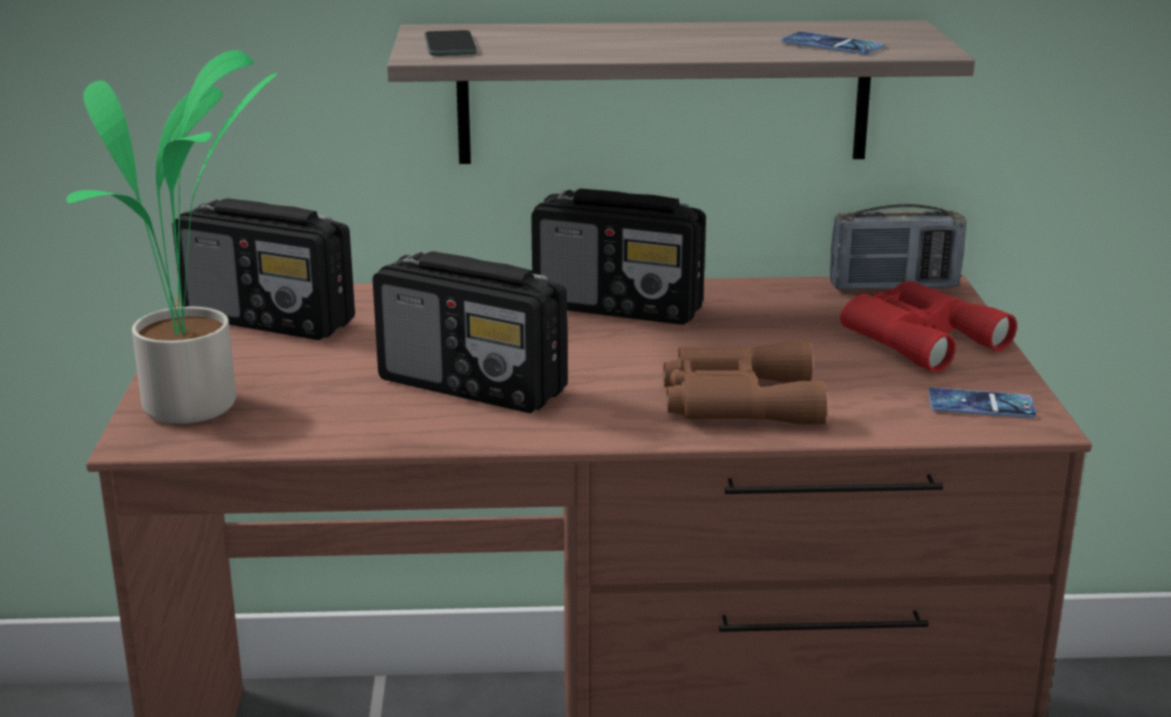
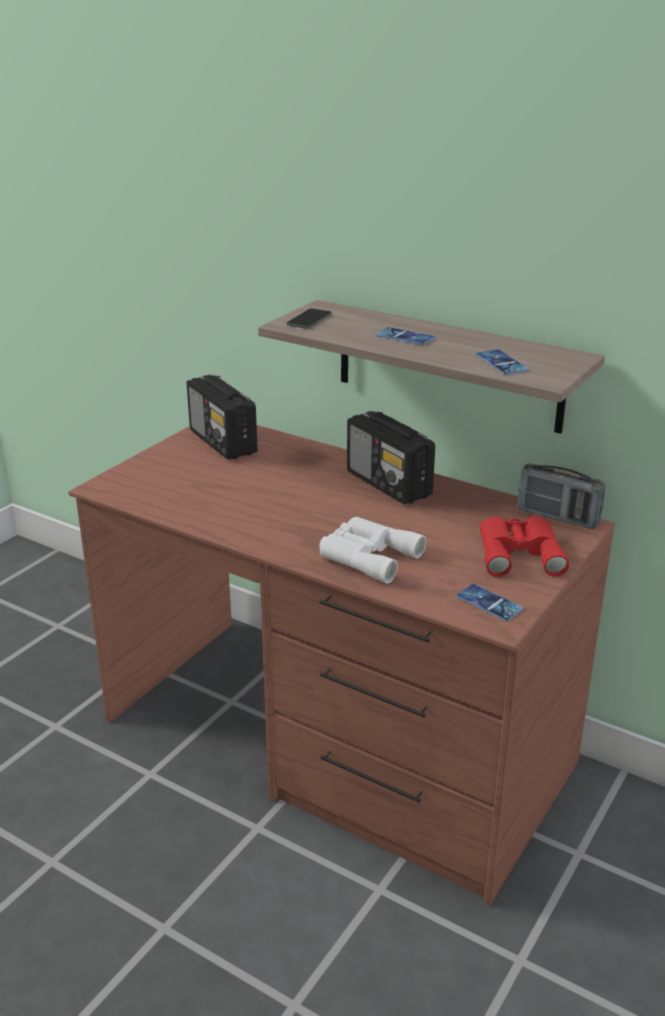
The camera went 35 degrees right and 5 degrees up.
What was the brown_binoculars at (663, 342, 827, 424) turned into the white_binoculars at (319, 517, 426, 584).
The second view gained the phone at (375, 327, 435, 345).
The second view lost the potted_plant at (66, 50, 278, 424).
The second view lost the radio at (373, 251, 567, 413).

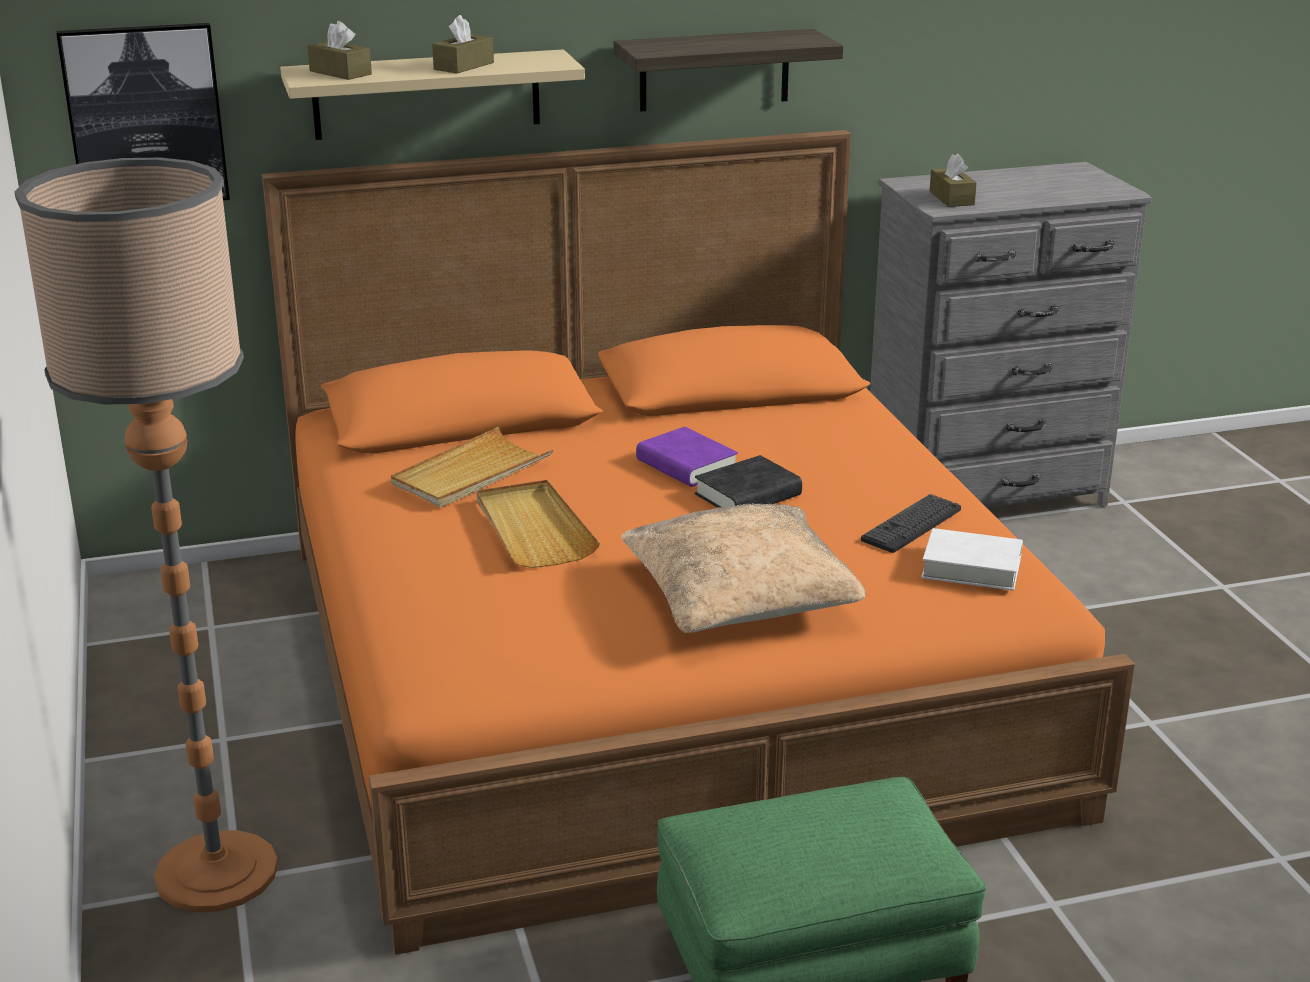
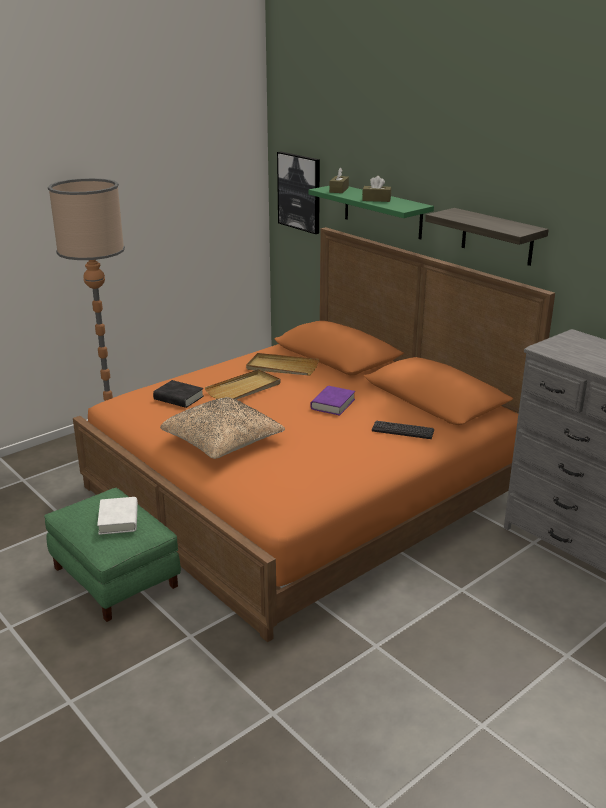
The camera went 65 degrees right and 0 degrees up.
The white_book ended up elsewhere, having gone from (921, 528, 1023, 591) to (97, 497, 138, 535).
The black_book ended up elsewhere, having gone from (695, 455, 802, 508) to (153, 380, 204, 408).
What was the beige_shelf at (280, 49, 585, 140) turned into the green_shelf at (308, 186, 434, 239).
The keyboard ended up elsewhere, having gone from (861, 494, 961, 553) to (372, 421, 434, 439).
The second view lost the brown_tissue_box at (930, 153, 977, 207).

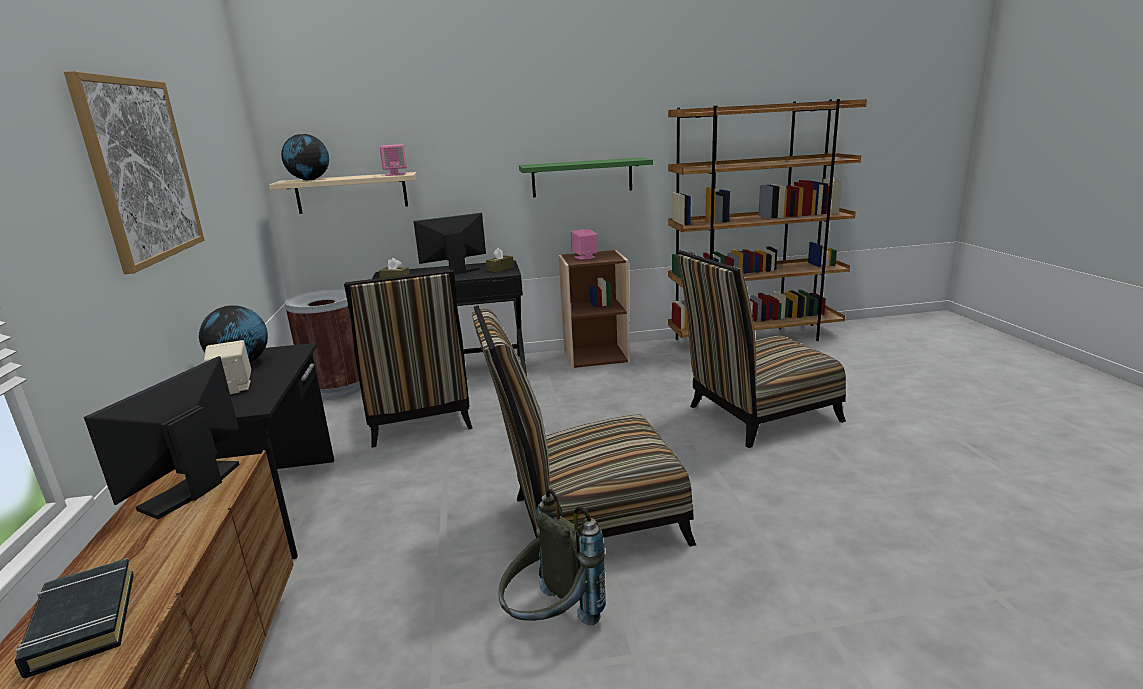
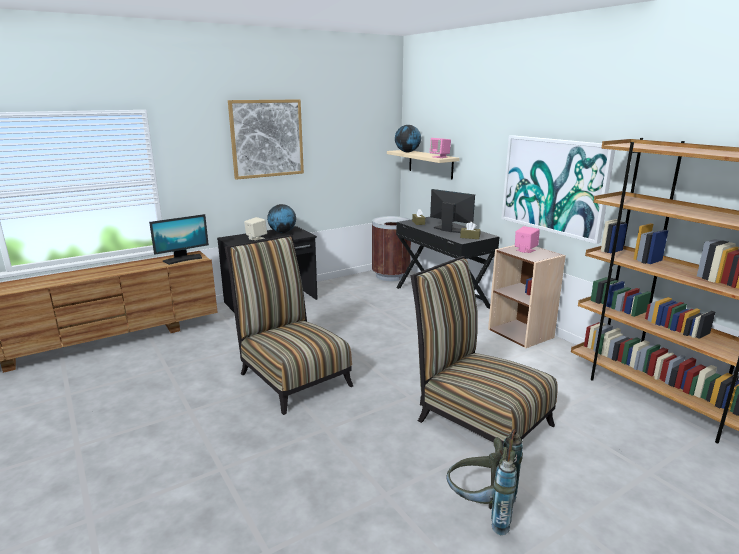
The camera went 65 degrees right and 0 degrees up.
The monitor at (84, 356, 240, 519) ended up facing another way, 150 degrees clockwise from before.
The grey_backpack ended up elsewhere, having gone from (499, 489, 606, 625) to (446, 429, 523, 535).
Where the green_shelf hung at (519, 157, 653, 197), the picture came to hang at (501, 135, 615, 244).
The second view lost the black_book at (15, 558, 134, 678).
The second view lost the chair at (344, 270, 473, 448).

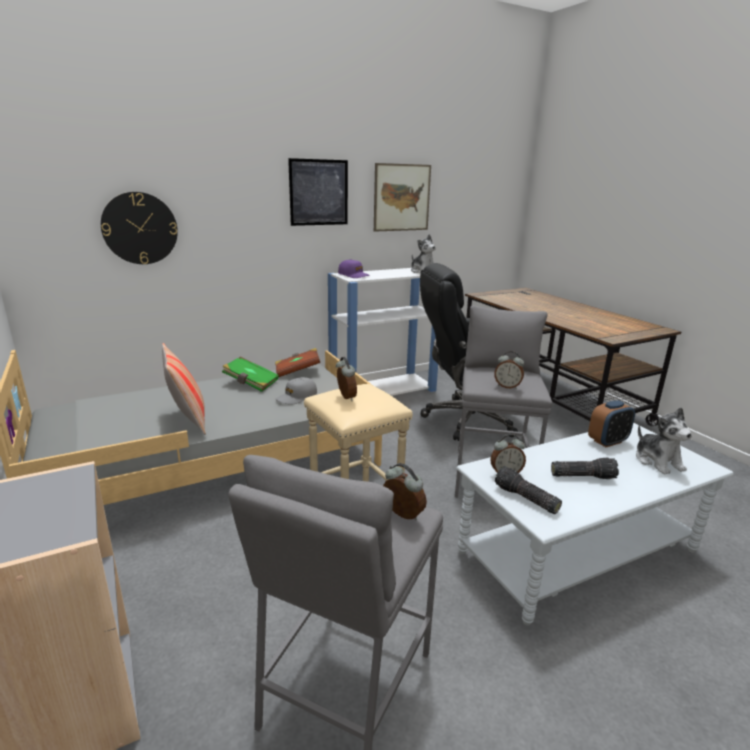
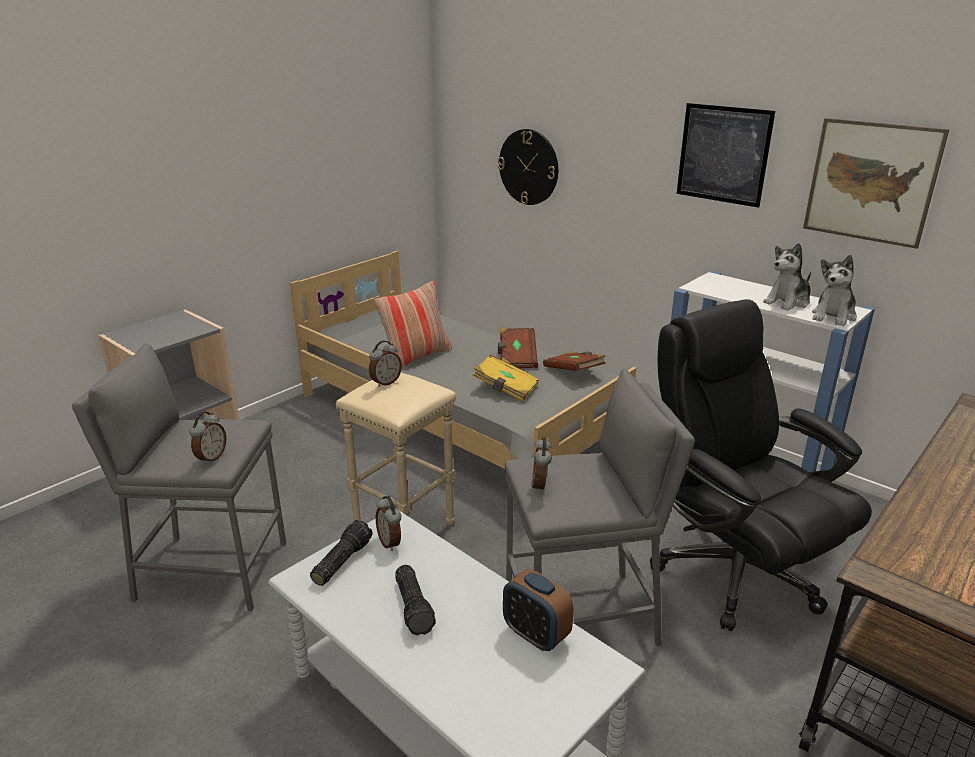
The camera went 70 degrees right and 5 degrees up.
Where the grey_cap stood at (276, 377, 317, 405), the yellow_book came to stand at (473, 355, 539, 402).
What was the green_book at (222, 357, 279, 392) turned into the brown_book at (498, 328, 538, 368).
The plush_toy ended up elsewhere, having gone from (636, 408, 692, 475) to (763, 243, 811, 311).
The second view lost the purple_cap at (338, 259, 370, 278).

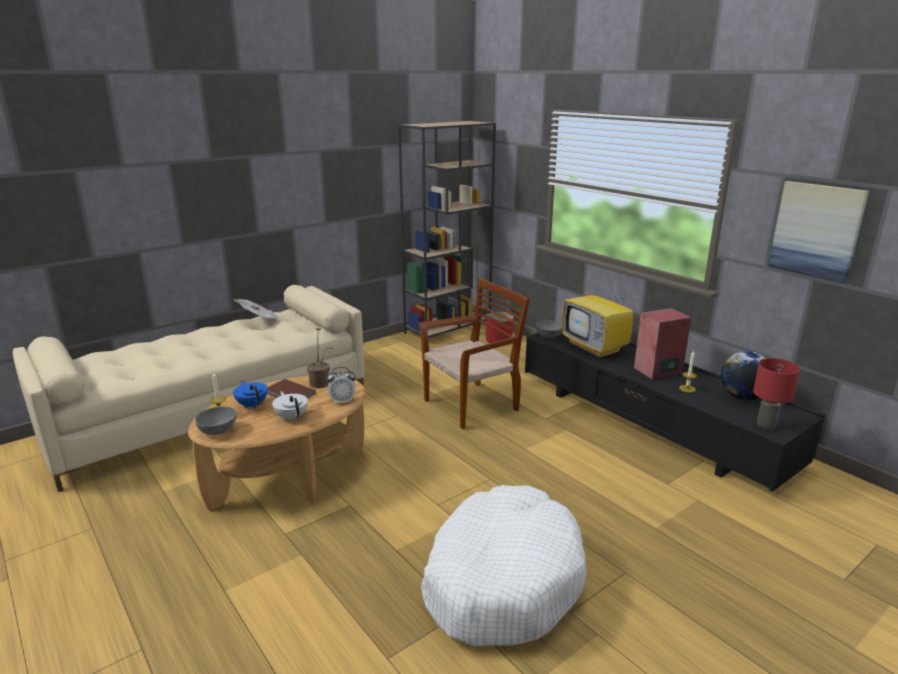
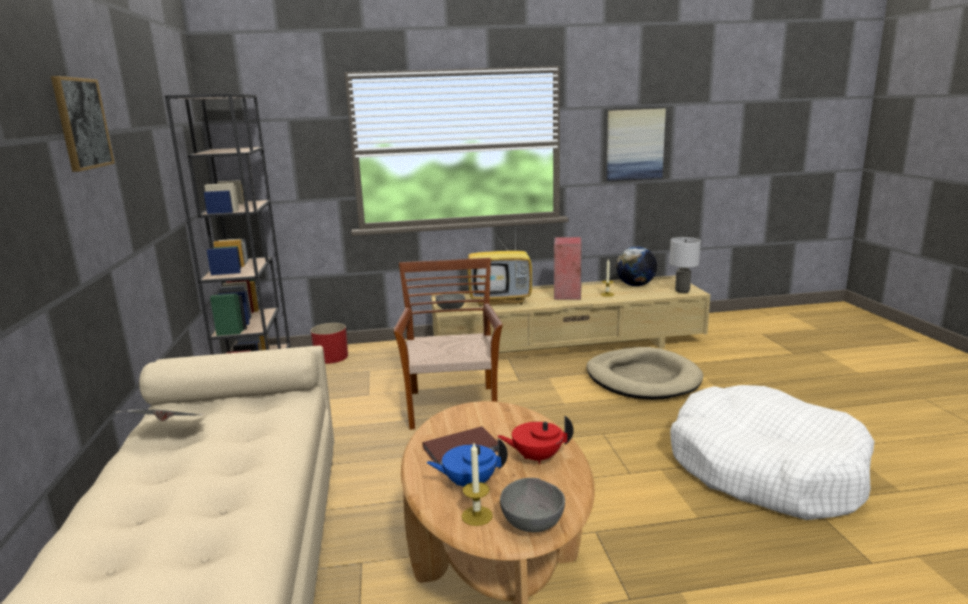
The camera went 60 degrees left and 5 degrees down.
The second view gained the picture at (51, 76, 115, 172).
What was the black_tv_stand at (525, 333, 825, 492) turned into the beige_tv_stand at (431, 275, 710, 353).
What was the white_teapot at (272, 391, 308, 421) turned into the red_teapot at (497, 415, 574, 464).
The second view gained the beige_dog_bed at (587, 347, 703, 400).
What was the red_table_lamp at (753, 358, 800, 430) turned into the white_table_lamp at (669, 237, 701, 293).
The second view lost the potted_plant at (307, 328, 332, 388).
The second view lost the alarm_clock at (326, 367, 356, 404).

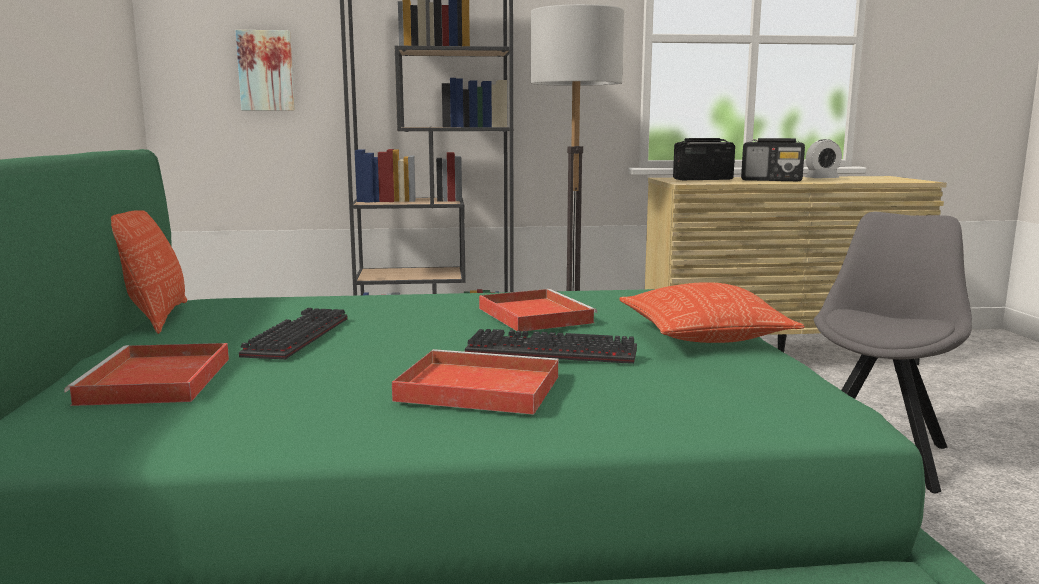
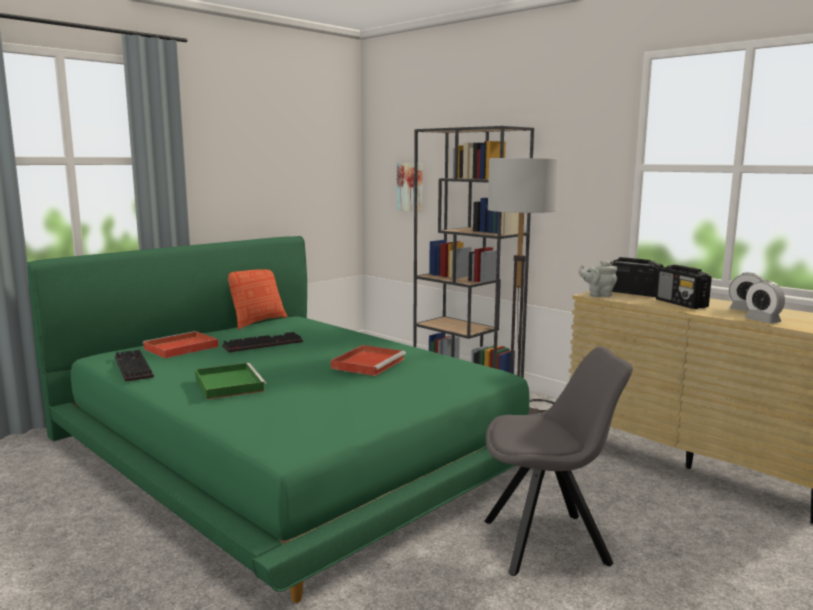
The camera went 50 degrees right and 0 degrees up.
The keyboard ended up elsewhere, having gone from (465, 329, 637, 364) to (115, 350, 154, 382).
What was the red_tray at (392, 349, 559, 415) turned into the green_tray at (195, 363, 266, 399).
The second view gained the grey_teapot at (579, 260, 617, 297).
The second view gained the alarm_clock at (745, 280, 785, 323).
The second view lost the orange_pillow at (619, 282, 805, 343).

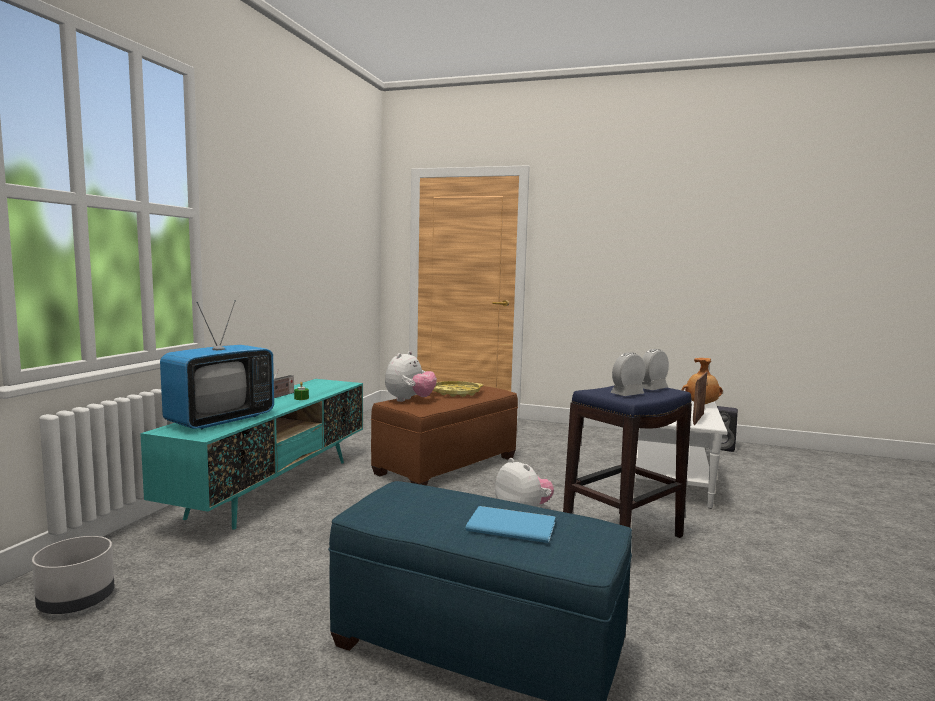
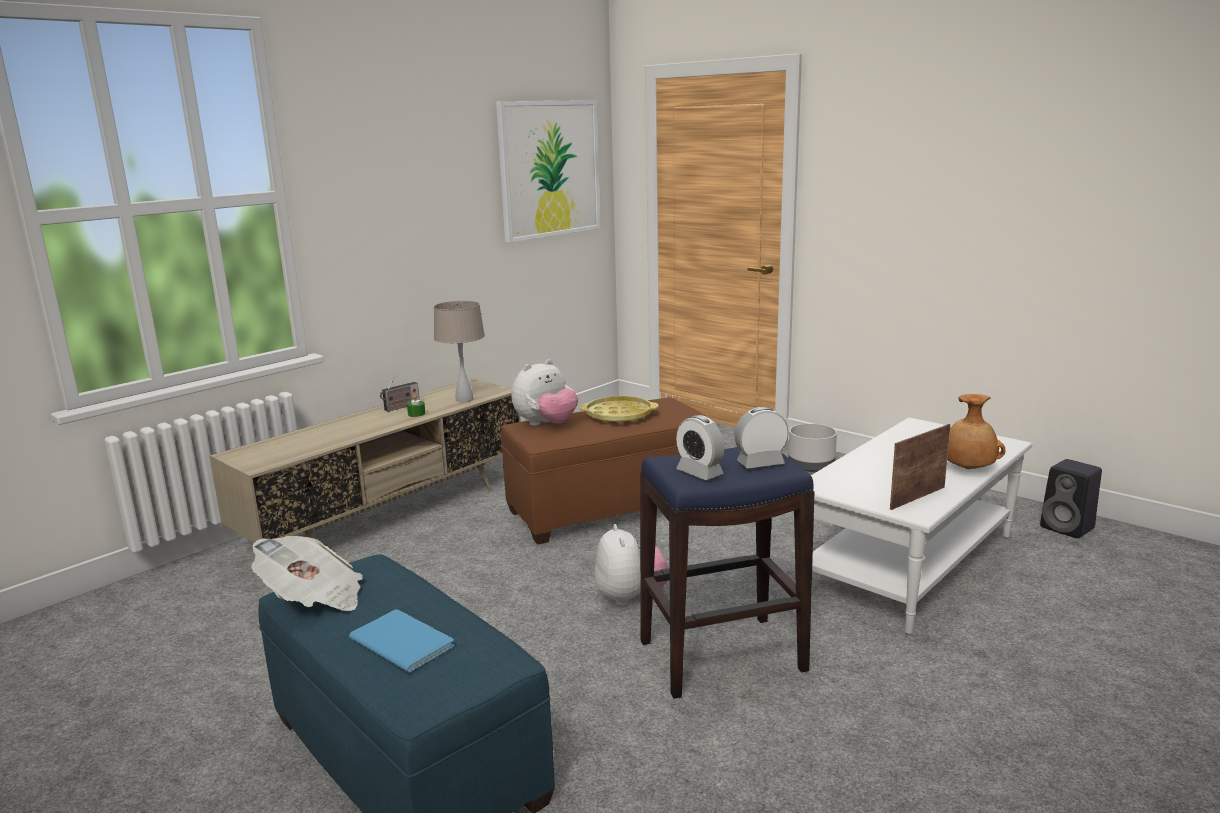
The camera went 25 degrees right and 10 degrees up.
What was the turquoise_tv_stand at (140, 379, 363, 530) turned into the beige_tv_stand at (209, 379, 521, 543).
The second view gained the newspaper at (251, 536, 363, 611).
The second view gained the beige_table_lamp at (434, 301, 485, 402).
The second view gained the picture at (496, 100, 600, 243).
The alarm_clock at (611, 352, 645, 396) ended up facing another way, 120 degrees counterclockwise from before.
The grey_planter ended up elsewhere, having gone from (32, 536, 114, 614) to (788, 424, 837, 472).
The second view lost the television at (160, 300, 274, 429).

